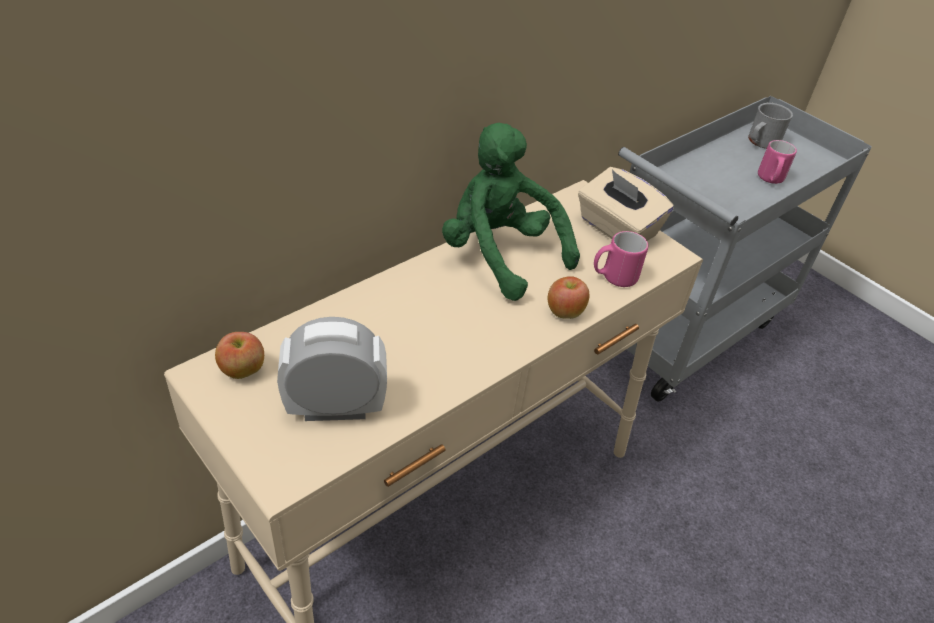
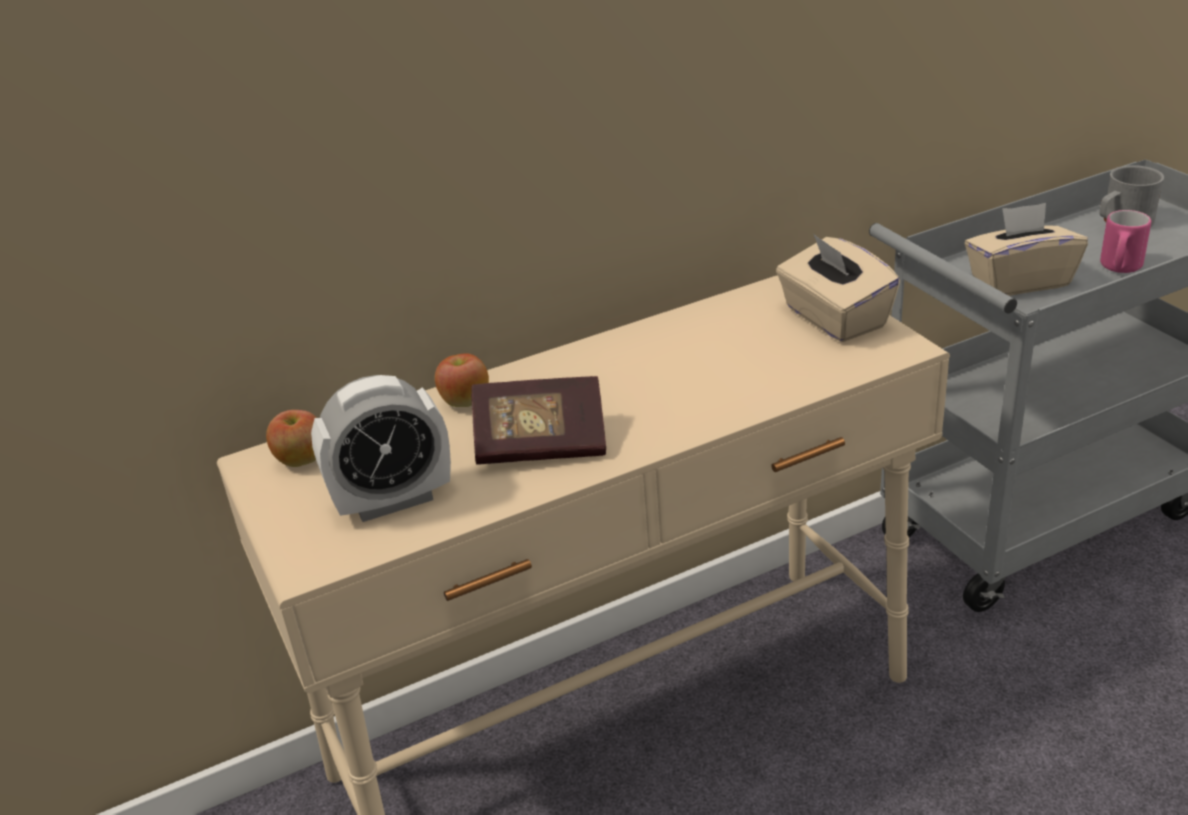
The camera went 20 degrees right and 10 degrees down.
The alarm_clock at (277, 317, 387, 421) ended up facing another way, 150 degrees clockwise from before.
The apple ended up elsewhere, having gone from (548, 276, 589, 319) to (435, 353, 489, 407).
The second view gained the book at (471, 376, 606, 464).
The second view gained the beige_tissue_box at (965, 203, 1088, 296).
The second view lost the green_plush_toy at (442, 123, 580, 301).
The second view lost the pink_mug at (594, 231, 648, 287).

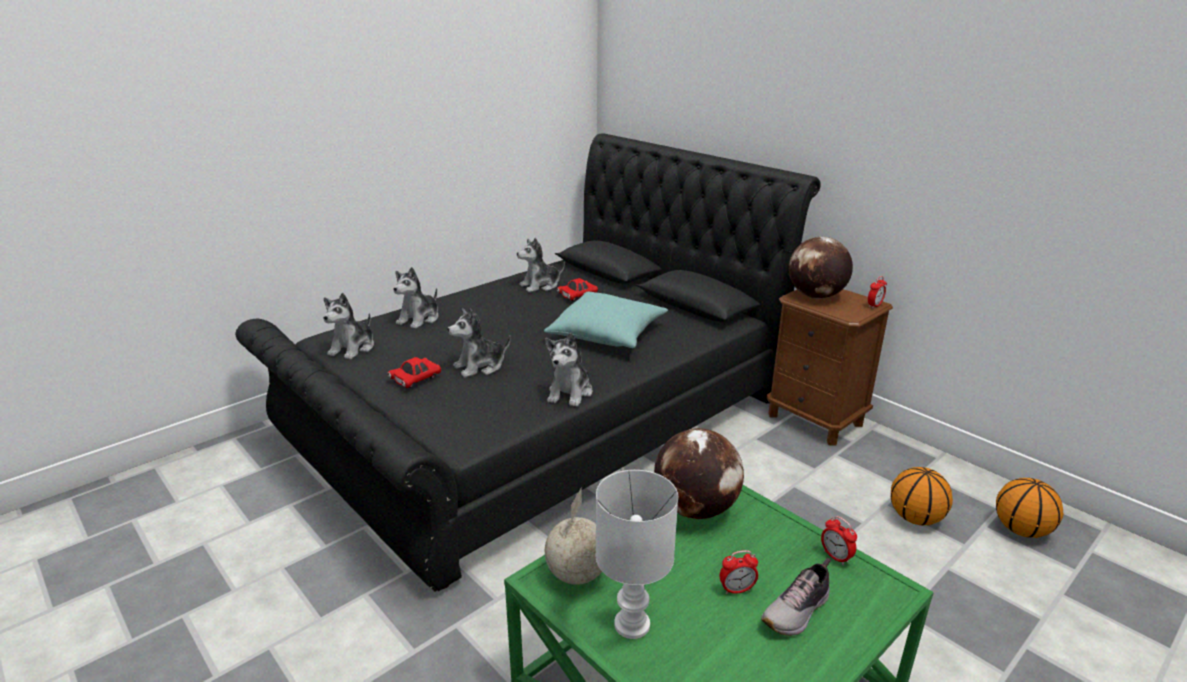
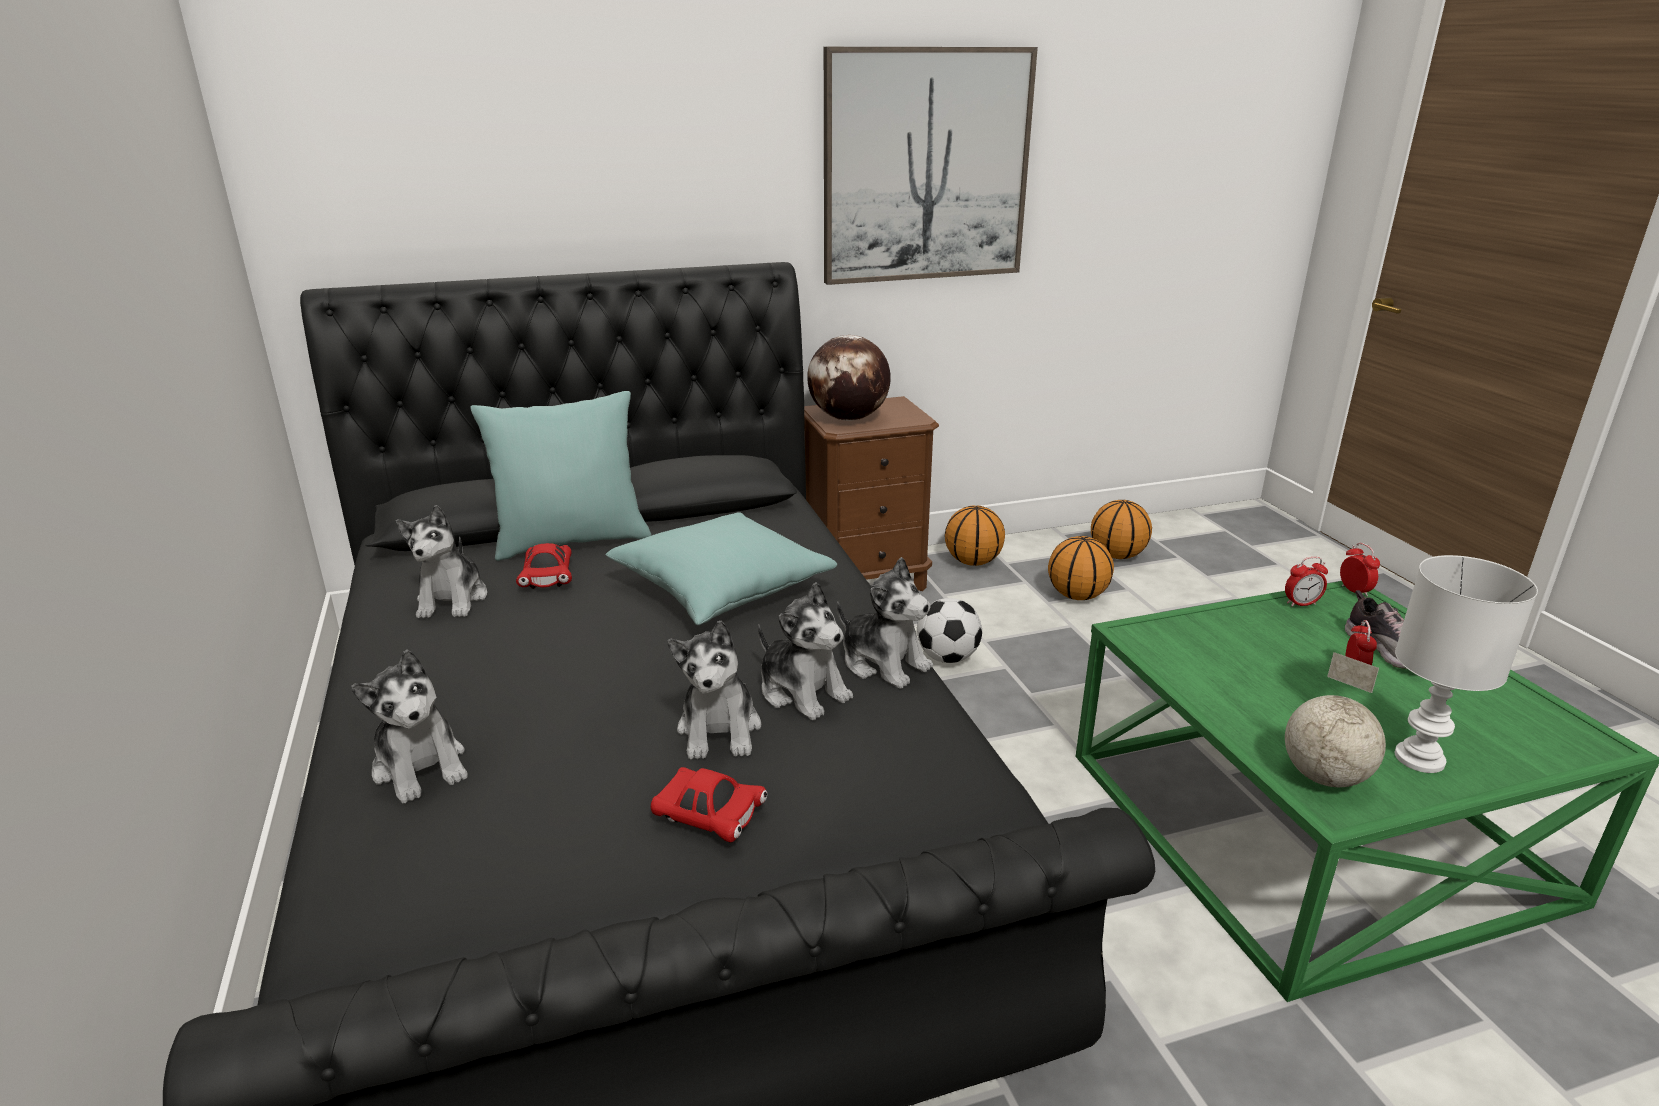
The camera went 65 degrees left and 0 degrees up.
The second view gained the turquoise_pillow at (470, 391, 652, 561).
The red_toy_car at (387, 357, 441, 388) ended up facing another way, 45 degrees counterclockwise from before.
The plush_toy ended up elsewhere, having gone from (323, 293, 374, 360) to (758, 582, 853, 720).
The second view gained the picture at (824, 47, 1038, 285).
The second view gained the football at (917, 598, 982, 663).
The second view gained the basketball at (945, 505, 1005, 566).
The alarm_clock ended up elsewhere, having gone from (868, 276, 887, 308) to (1340, 543, 1380, 596).
The second view lost the globe at (654, 428, 744, 519).

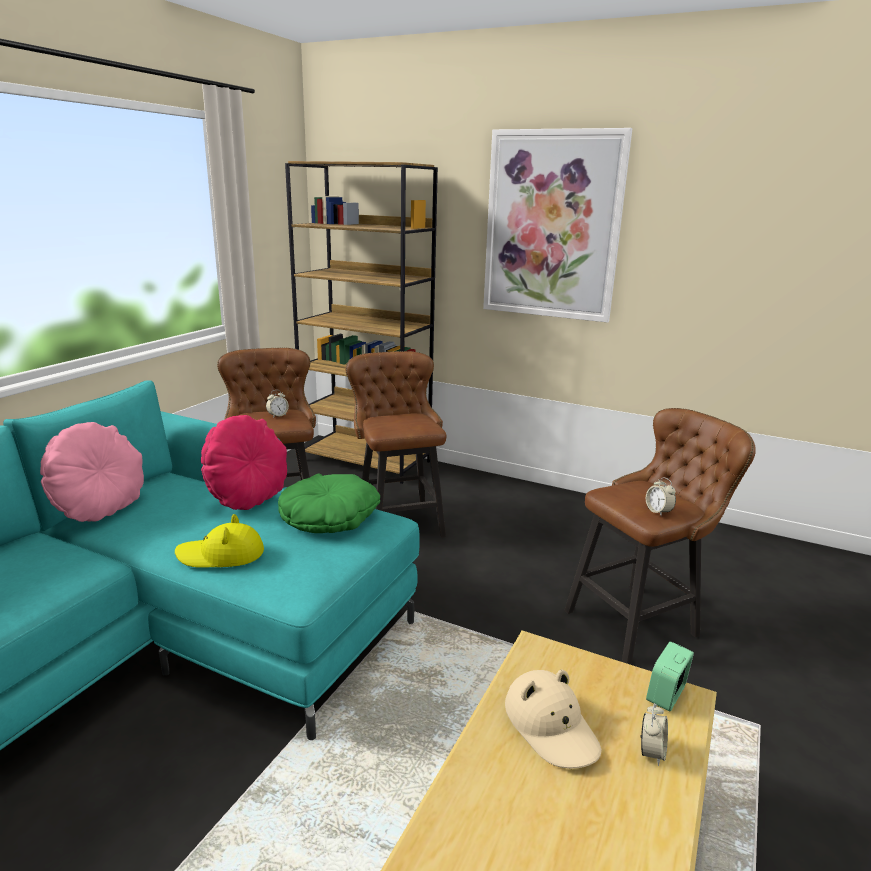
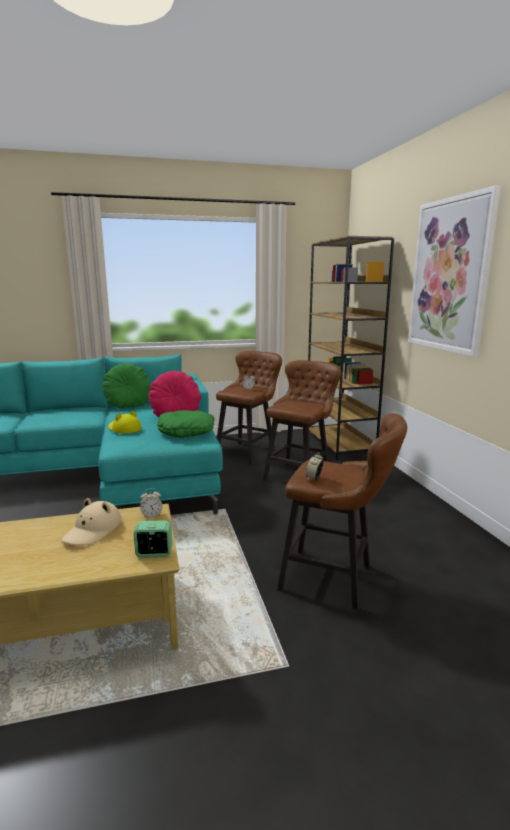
The camera went 50 degrees right and 5 degrees down.
What was the pink_pillow at (40, 422, 144, 522) turned into the green_pillow at (102, 363, 151, 408).
The alarm_clock ended up elsewhere, having gone from (640, 703, 668, 766) to (140, 488, 162, 518).

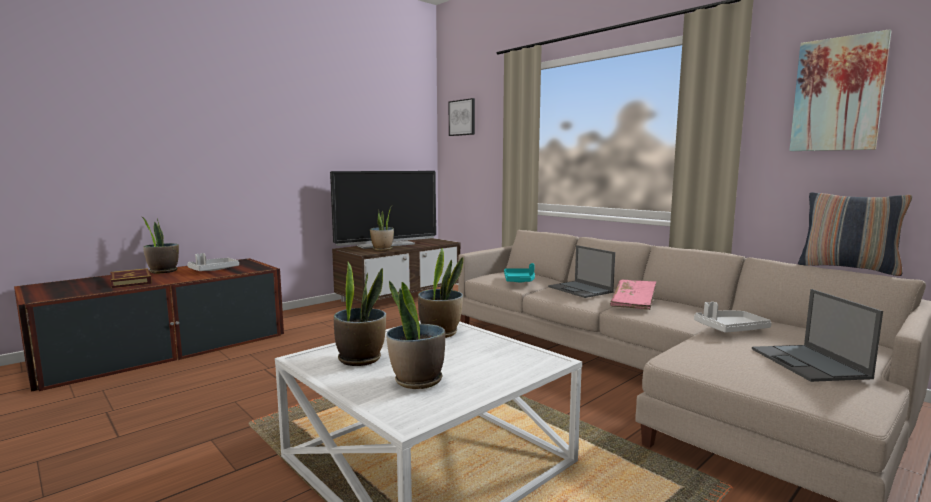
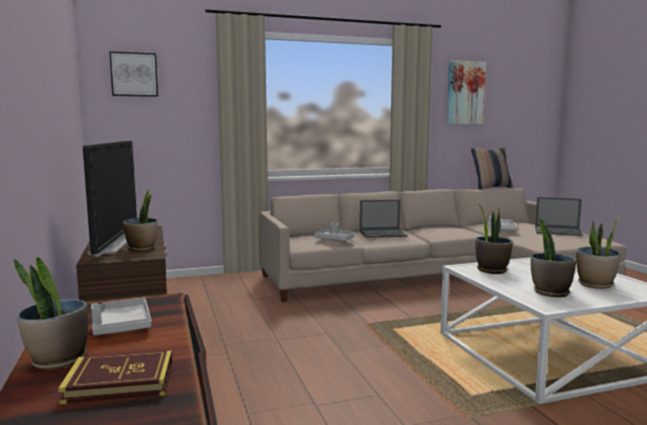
The camera went 65 degrees left and 0 degrees up.
What was the turquoise_tray at (504, 263, 535, 282) turned into the grey_tray at (314, 223, 355, 241).
The second view lost the pink_book at (610, 280, 657, 310).

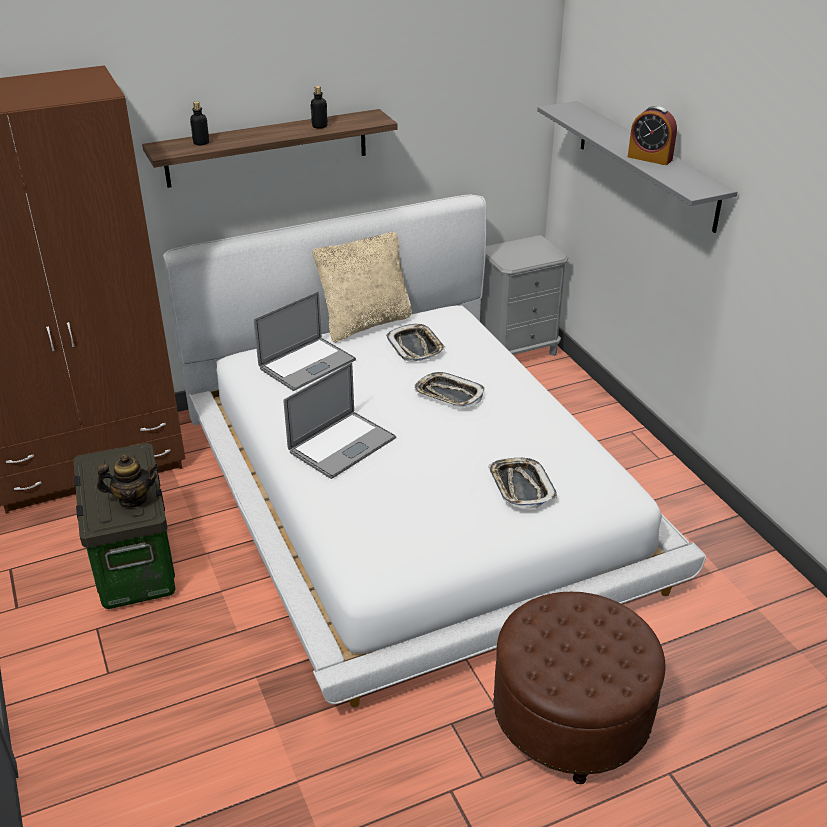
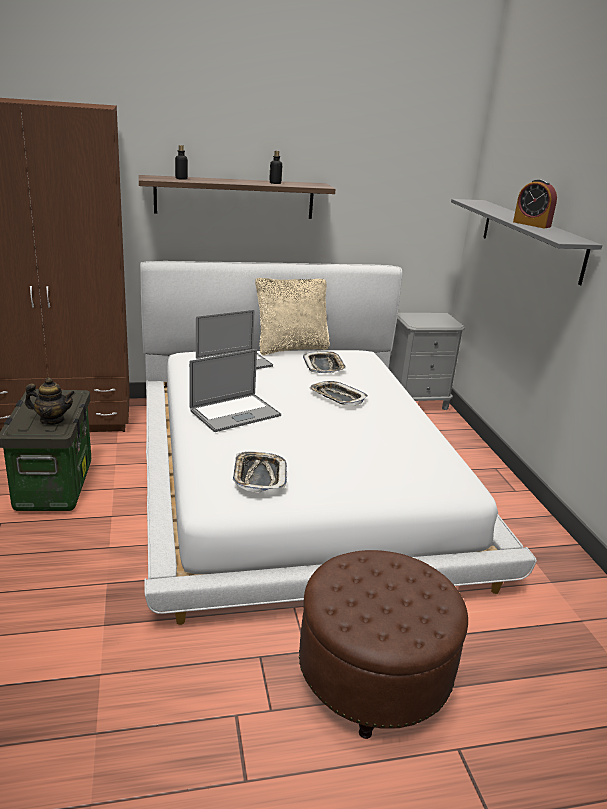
The camera went 10 degrees right and 10 degrees down.
The tray ended up elsewhere, having gone from (488, 458, 557, 509) to (233, 452, 287, 493).

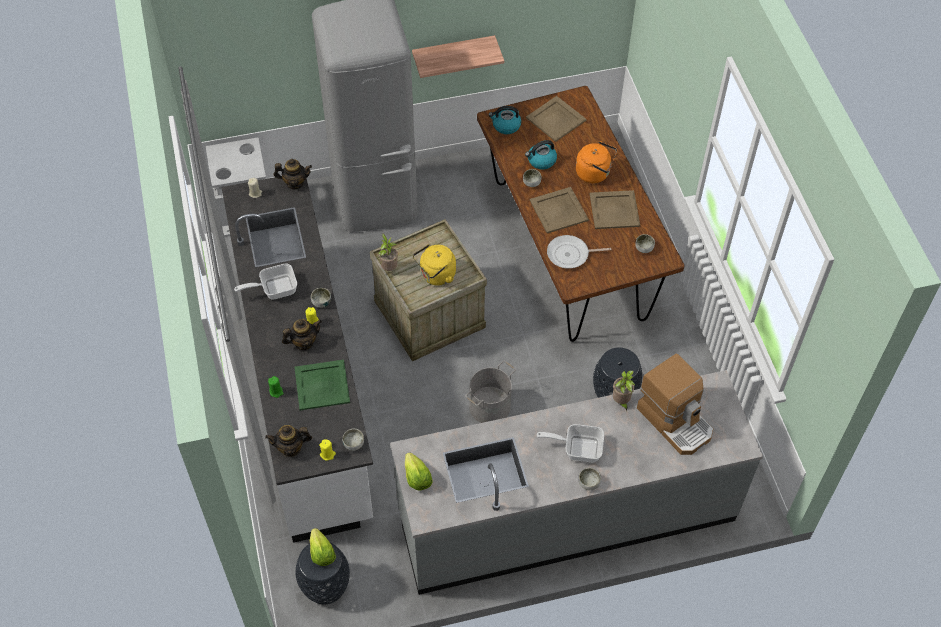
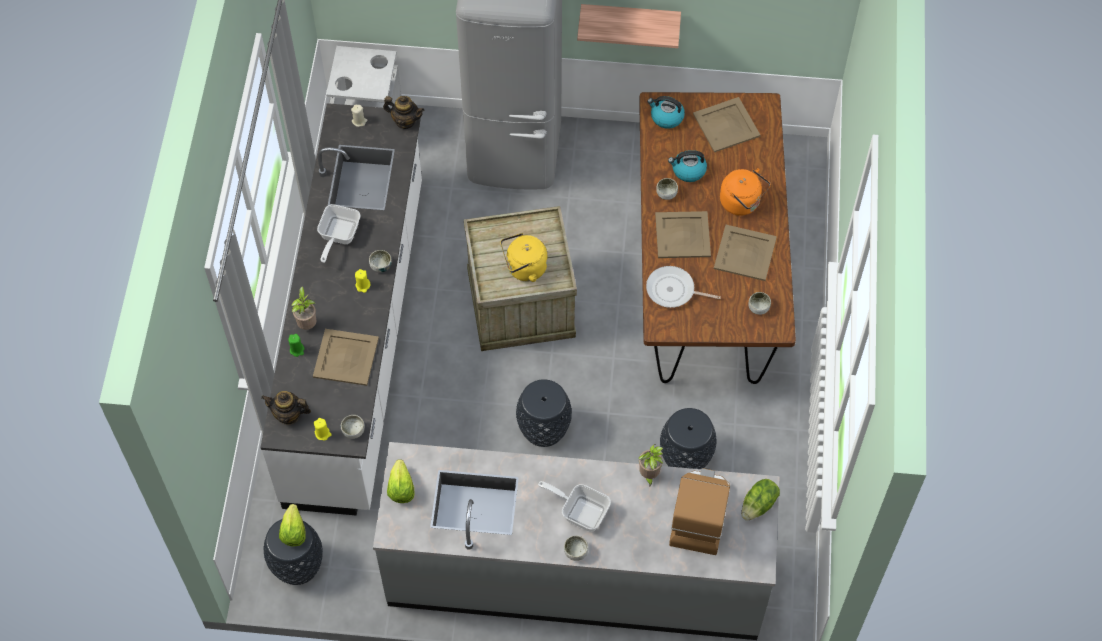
The camera went 20 degrees right and 5 degrees up.
The potted_plant ended up elsewhere, having gone from (378, 234, 398, 271) to (291, 286, 316, 330).
What was the green_tray at (294, 360, 350, 410) turned into the beige_tray at (313, 329, 379, 386).
The frying_pan at (234, 263, 297, 300) ended up facing another way, 75 degrees counterclockwise from before.
Where the grey_bucket stood at (465, 360, 516, 423), the black_stool came to stand at (516, 379, 572, 447).
The coffee_machine at (637, 354, 713, 455) ended up facing another way, 150 degrees counterclockwise from before.
The second view gained the lettuce at (741, 479, 780, 521).
The second view lost the teapot at (282, 319, 322, 350).

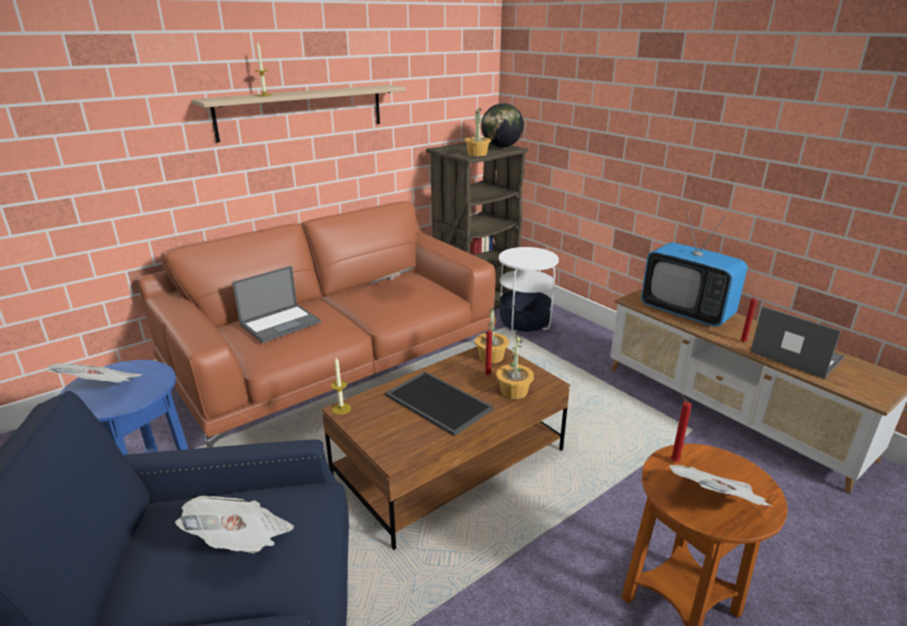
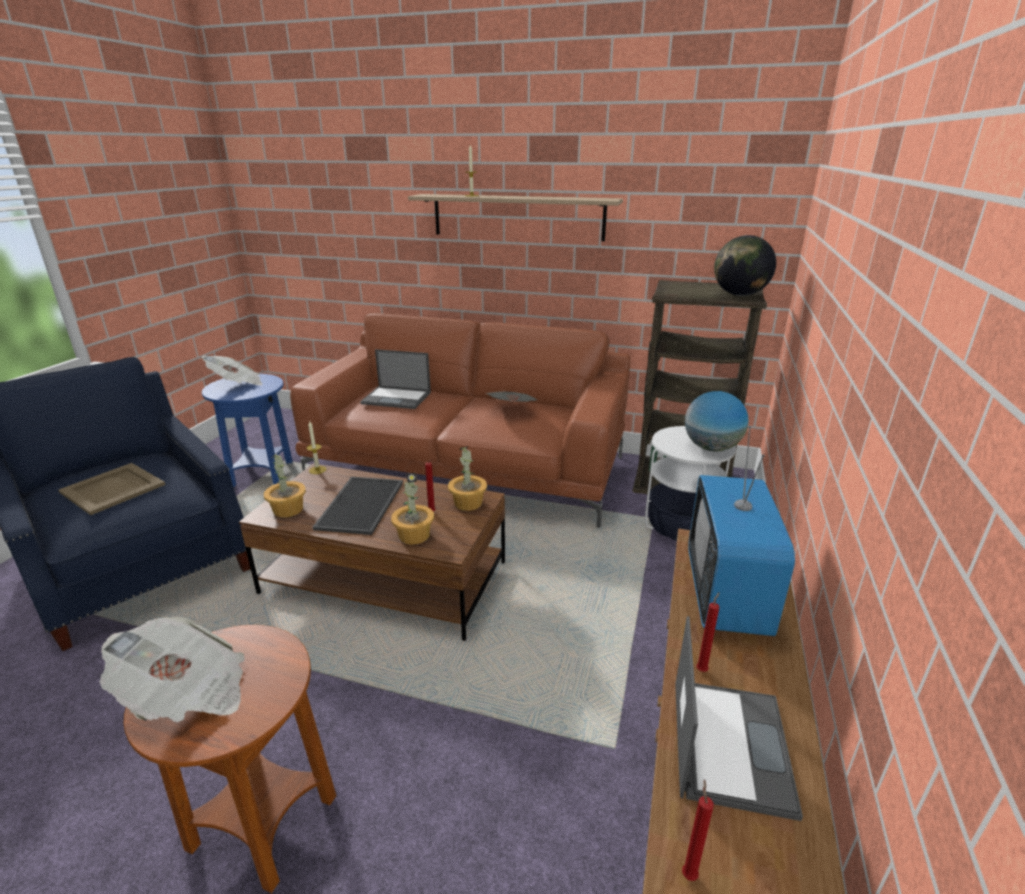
The camera went 55 degrees right and 0 degrees up.
Where the newspaper stood at (175, 496, 294, 553), the beige_tray came to stand at (58, 463, 165, 515).
The potted_plant ended up elsewhere, having gone from (464, 108, 491, 156) to (264, 453, 306, 518).
The red_candle ended up elsewhere, having gone from (670, 394, 692, 462) to (682, 779, 714, 881).
The second view gained the globe at (685, 391, 749, 451).

